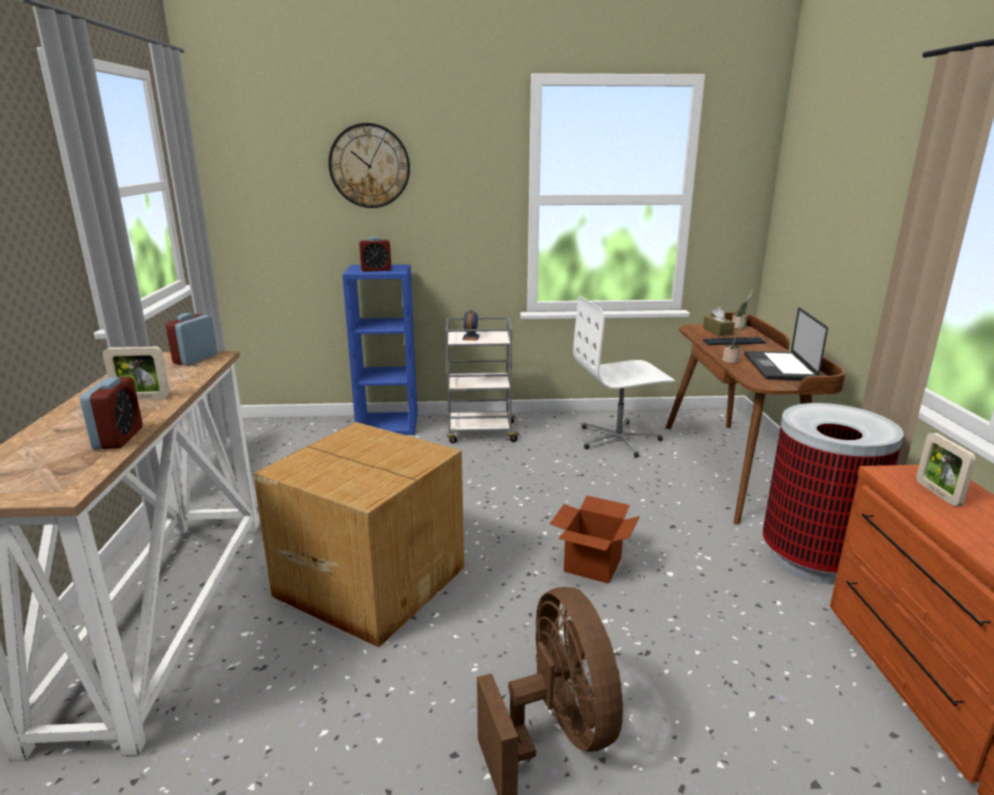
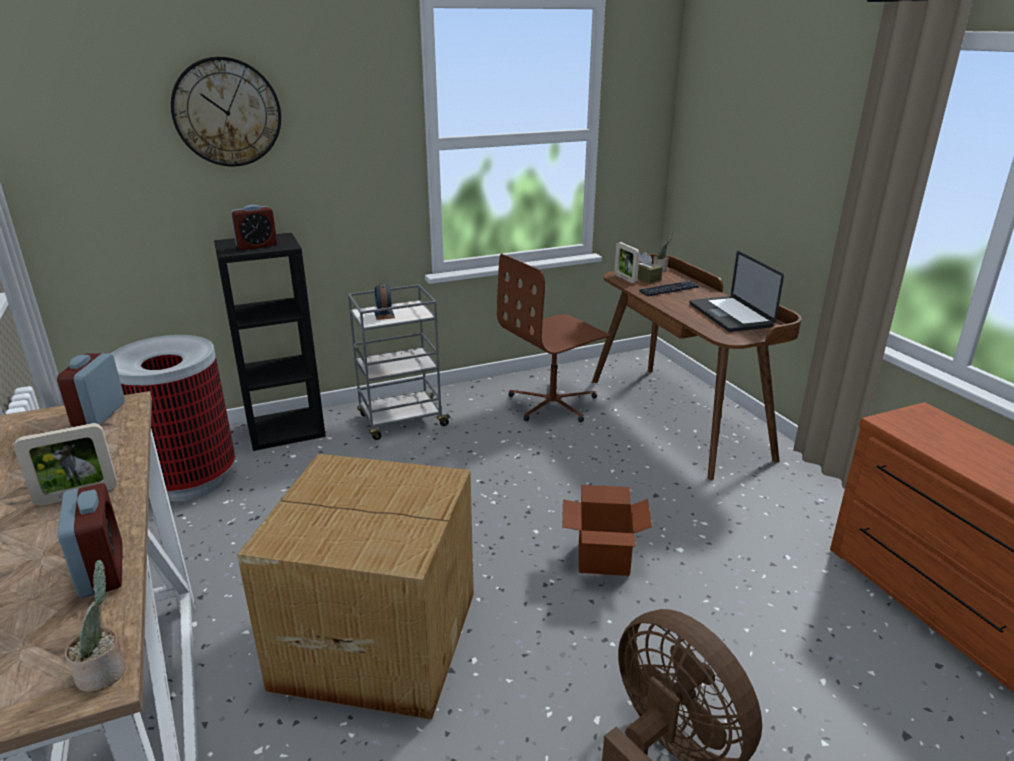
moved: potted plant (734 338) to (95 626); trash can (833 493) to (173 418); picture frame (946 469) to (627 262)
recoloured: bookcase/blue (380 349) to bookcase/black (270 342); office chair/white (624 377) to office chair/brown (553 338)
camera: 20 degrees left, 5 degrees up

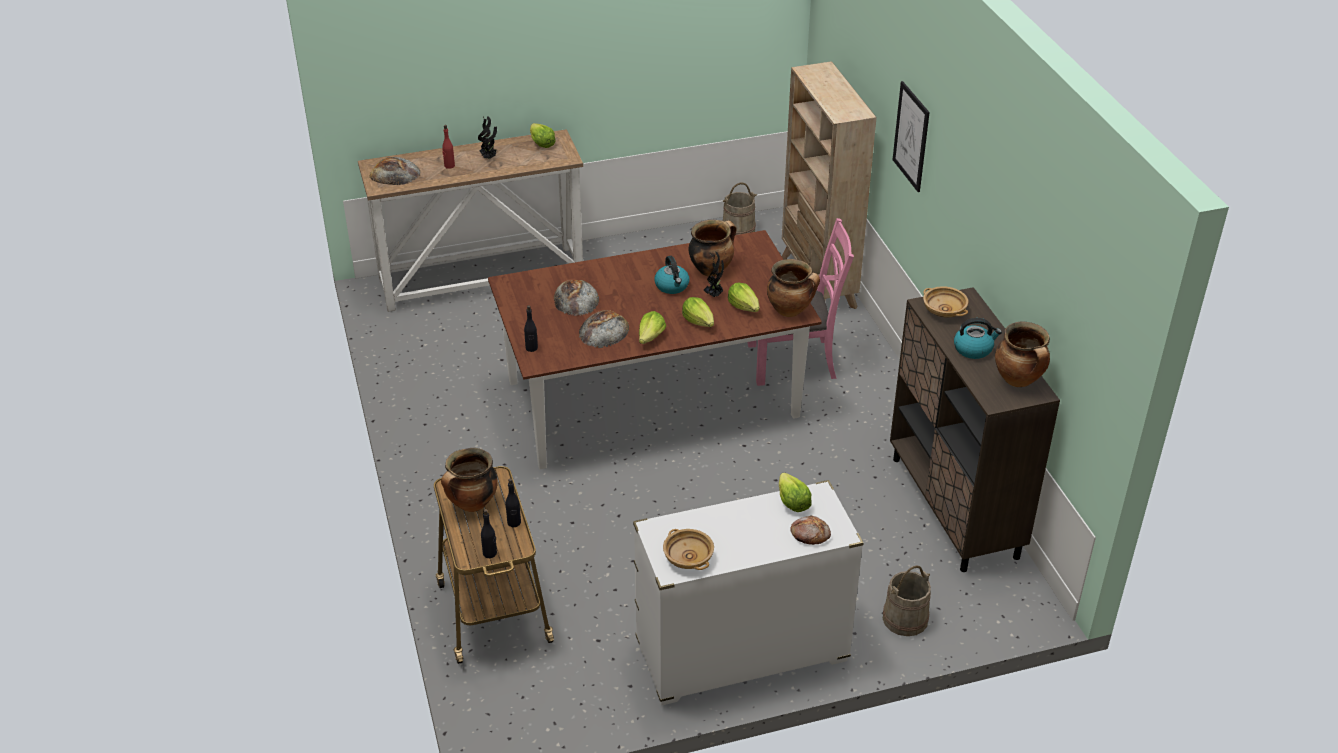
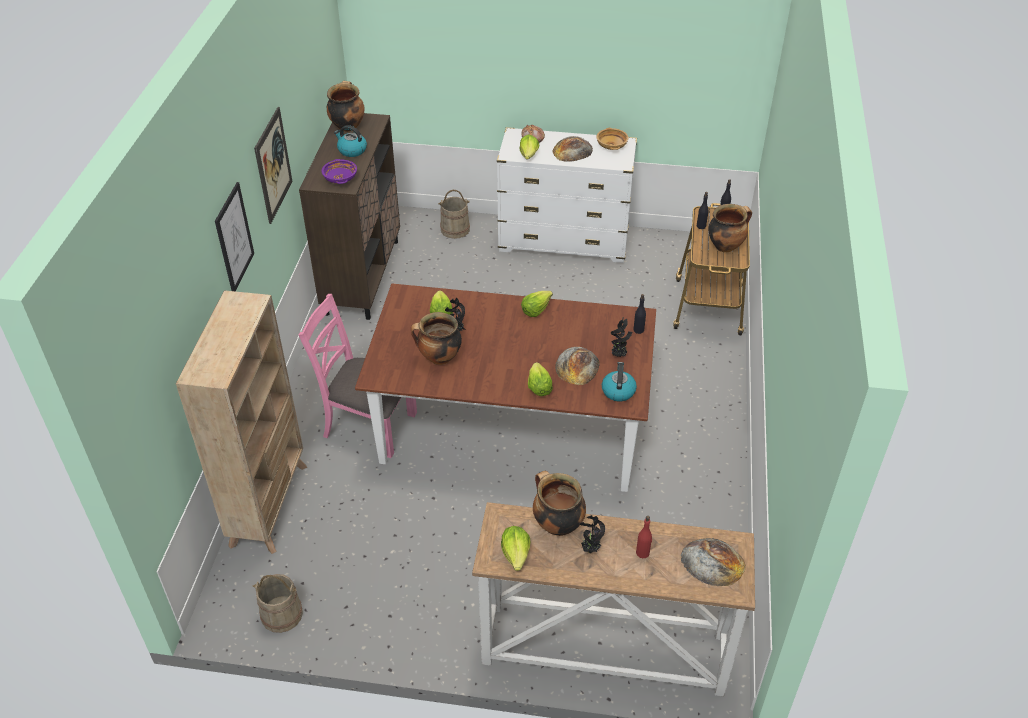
added: picture (273 165); potted plant (621 337)
moved: bread (604 329) to (572 148); kettle (672 275) to (619 381); lettuce (698 312) to (540 379); cooking pot (793 288) to (559 503)
recoloured: bowl/beige (946 302) to bowl/purple (339 171)
camera: 155 degrees left, 5 degrees up

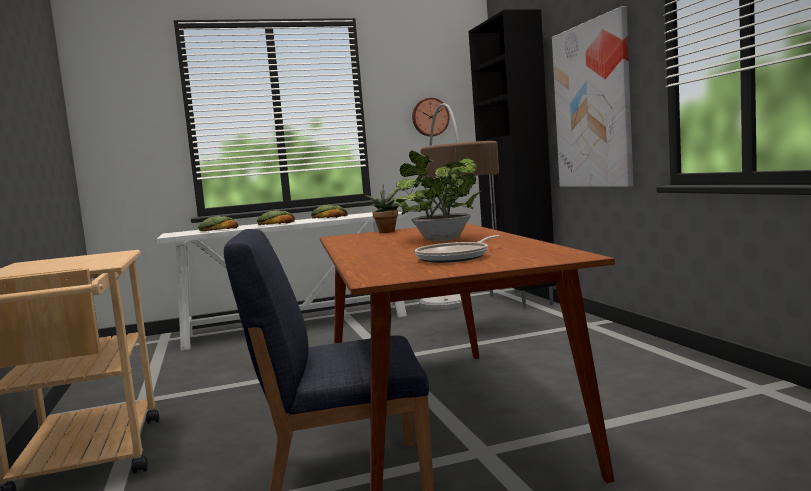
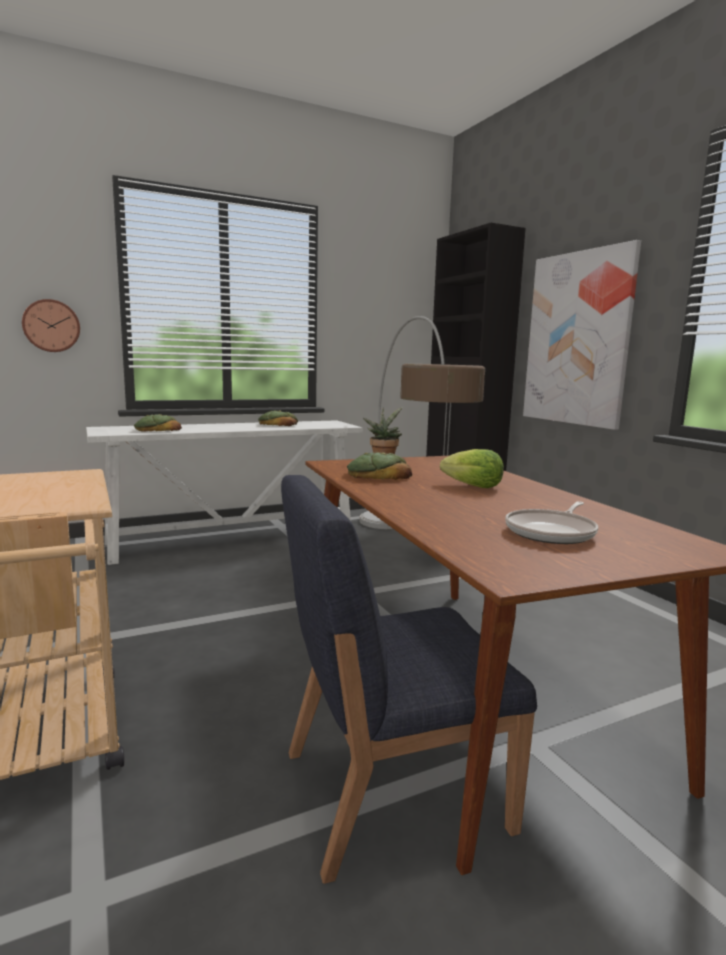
moved: bread (276 217) to (379 466); wall clock (431 117) to (51 325)
replaced: potted plant (437 196) to lettuce (472 468)
camera: 10 degrees left, 5 degrees up

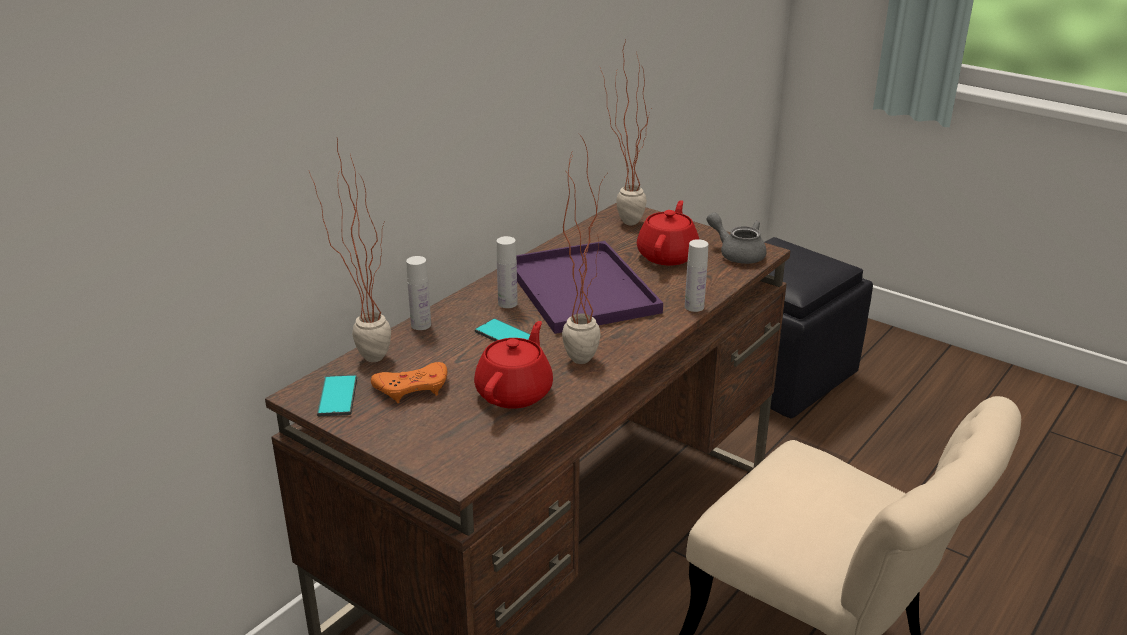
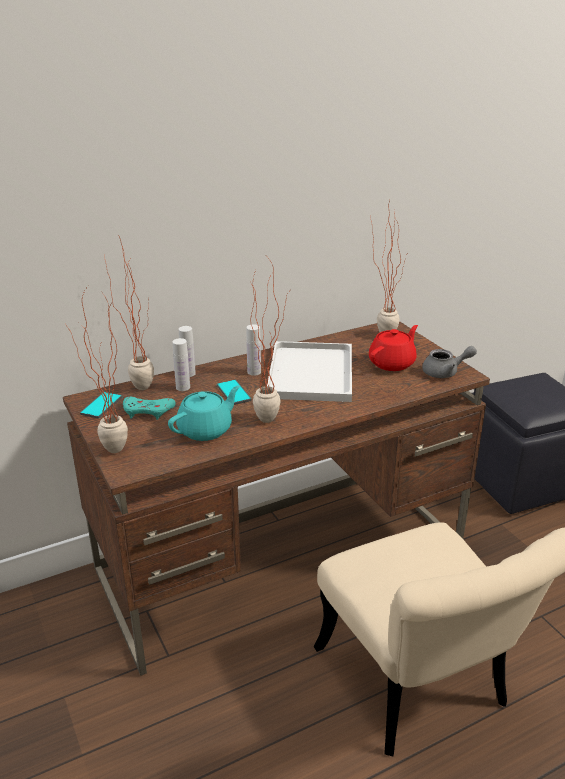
added: potted plant (97 369)
moved: bottle/white (696 275) to (181 364)
recoloured: game controller/orange (409 382) to game controller/turquoise (149 408); teapot/red (513 364) to teapot/turquoise (204 413); tray/purple (589 287) to tray/white (309 371)
turned: teapot/grey (736 238) = (449 362) 105 degrees clockwise
camera: 25 degrees right, 0 degrees up

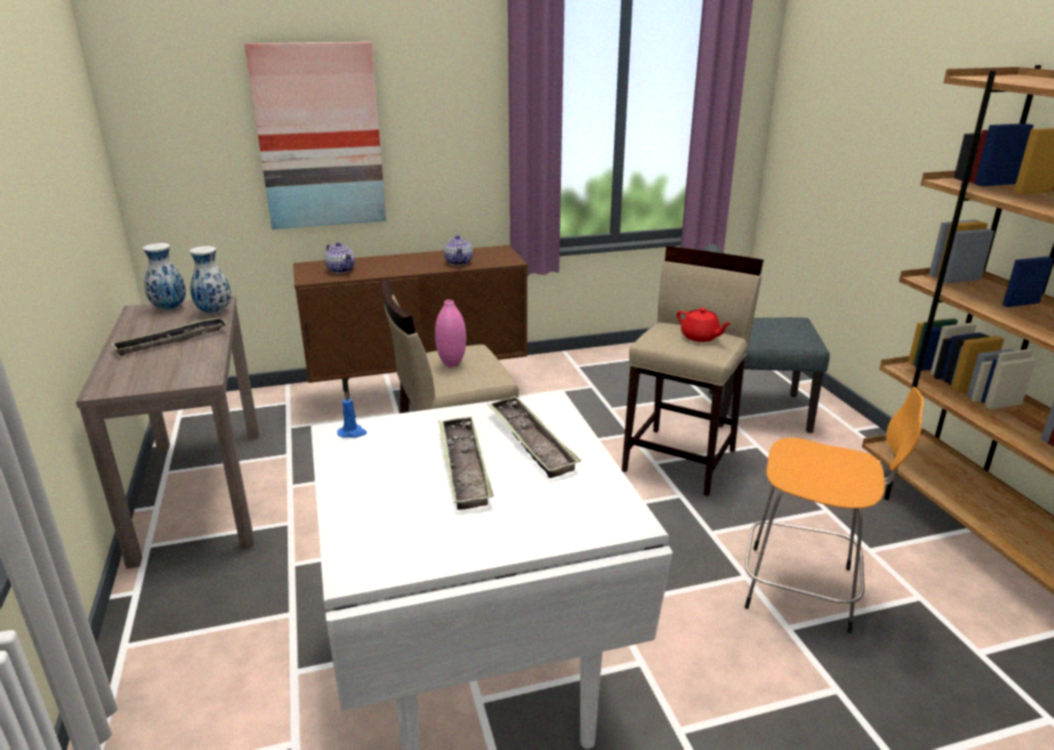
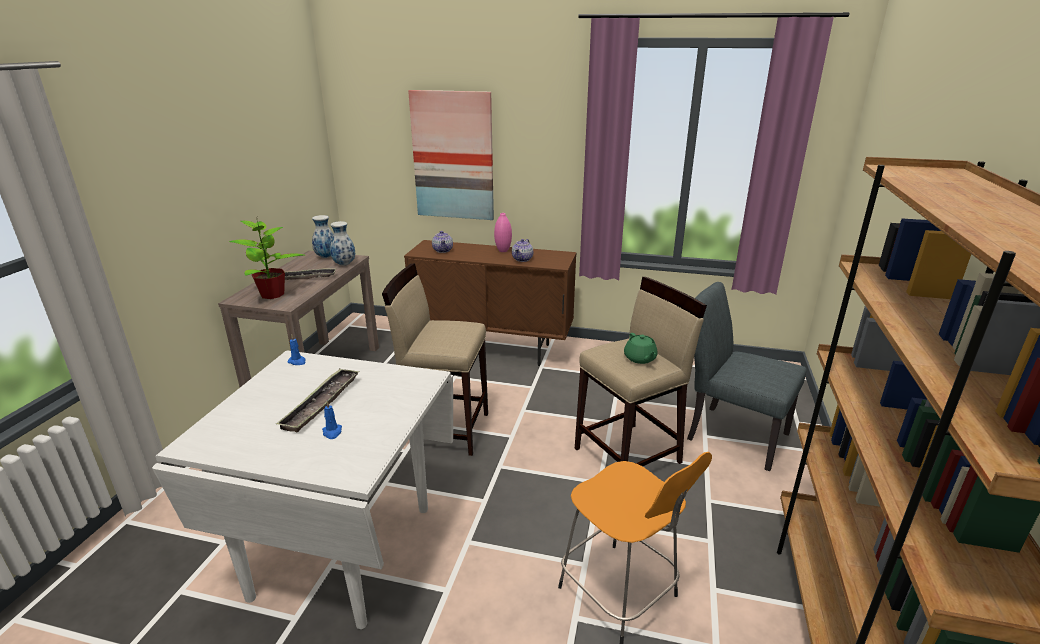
removed: tray (534 437)
added: potted plant (266 260); candle/blue (332 420)
moved: vase/pink (450 333) to (503 232)
recoloured: teapot/red (704 325) to teapot/green (641 348)
camera: 30 degrees right, 0 degrees up

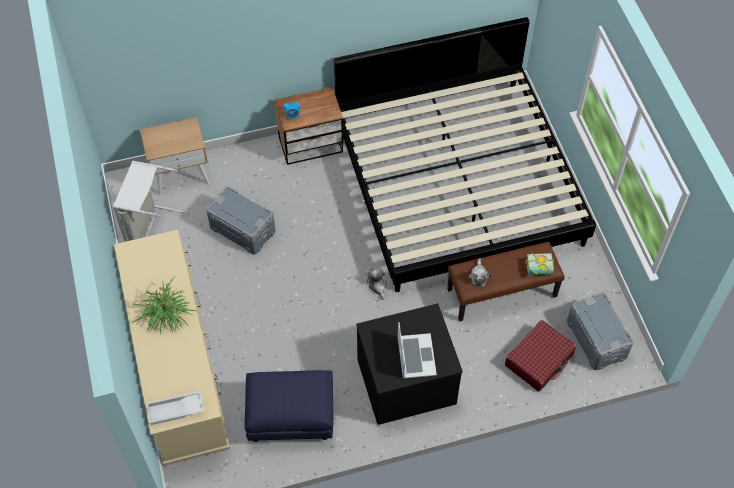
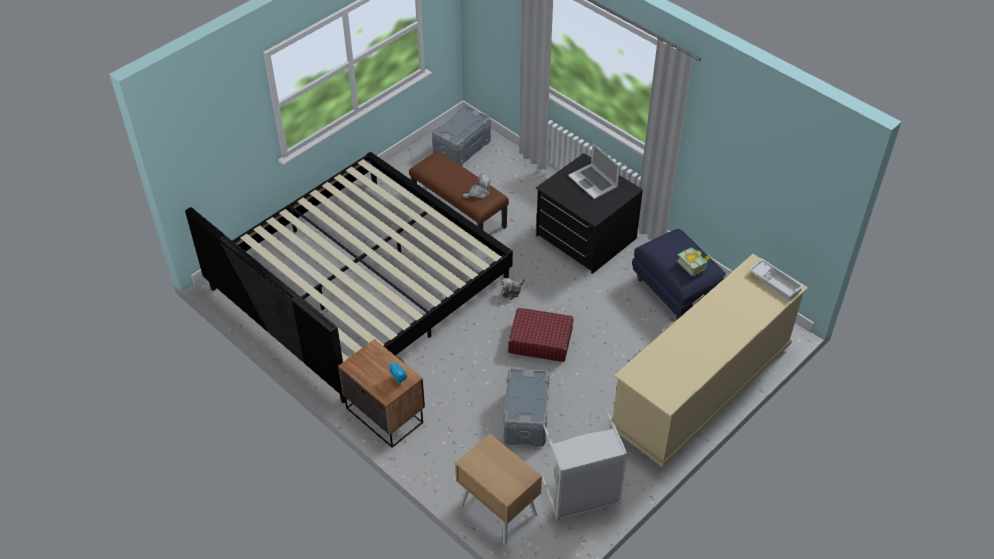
removed: potted plant (164 305)
moved: suitcase/red (540 356) to (541 335); book (539 264) to (694 262)
turned: laptop (417 350) = (594 171) 90 degrees counterclockwise
camera: 120 degrees left, 10 degrees down

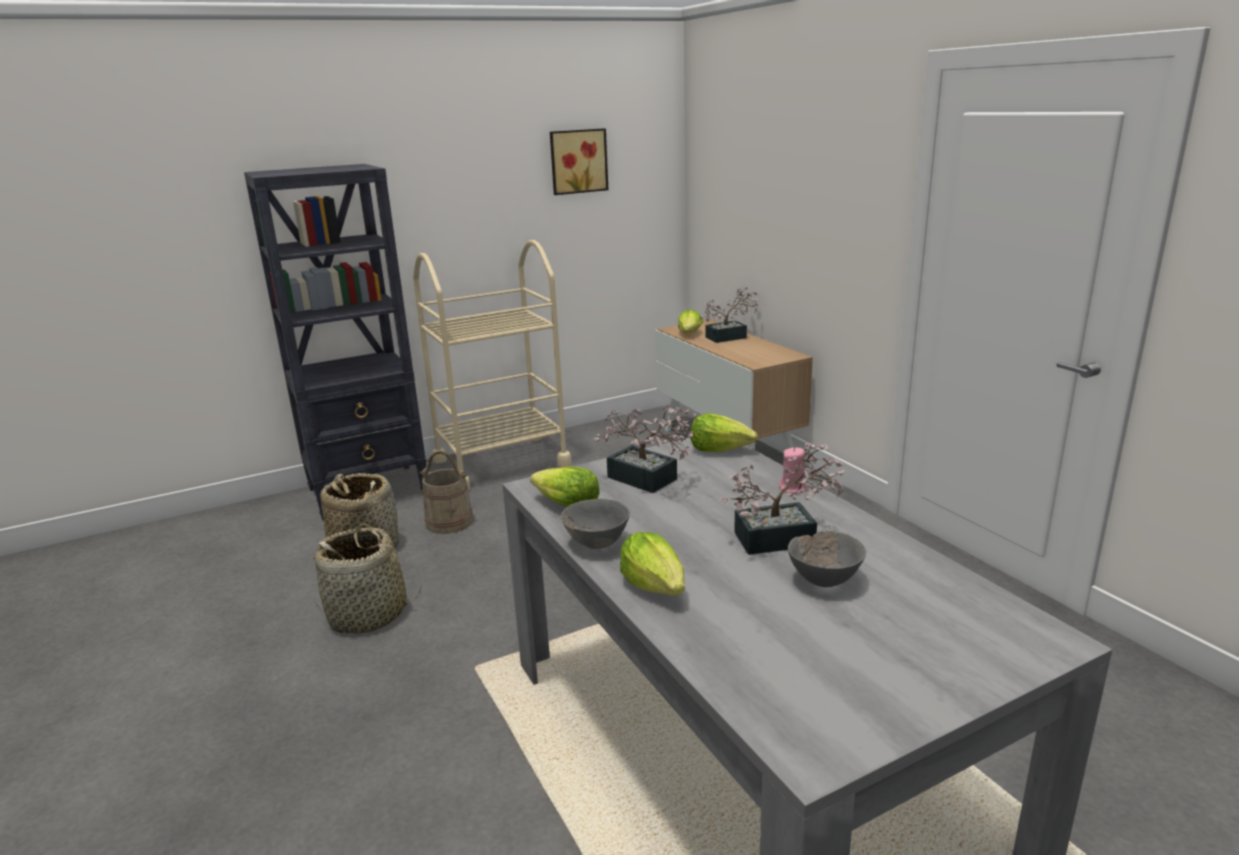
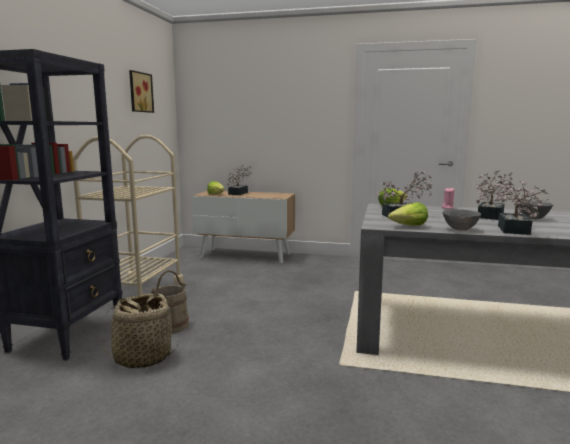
removed: basket (365 578)
replaced: lettuce (652 564) to potted plant (521 208)
camera: 50 degrees left, 10 degrees down

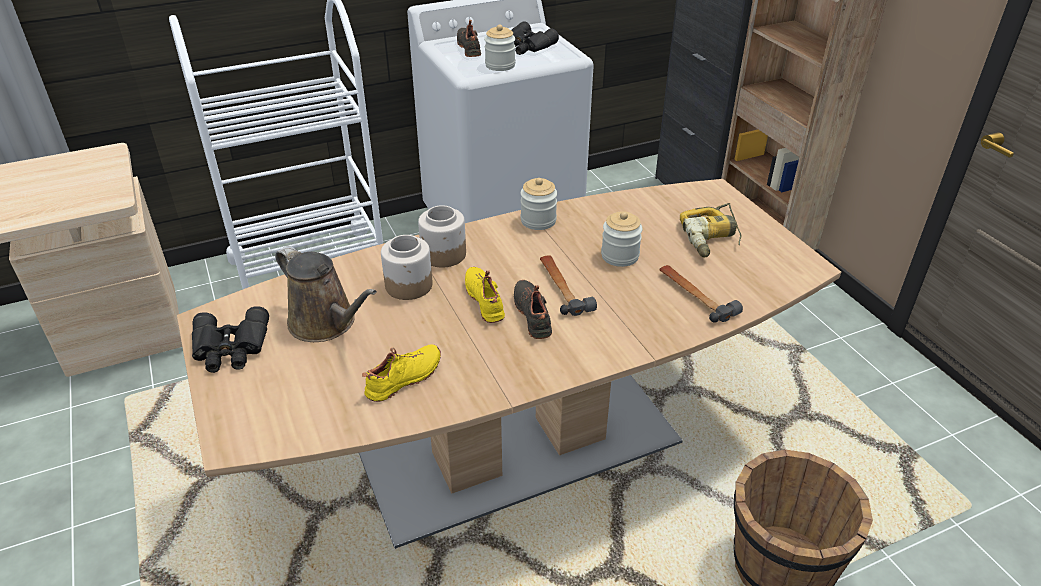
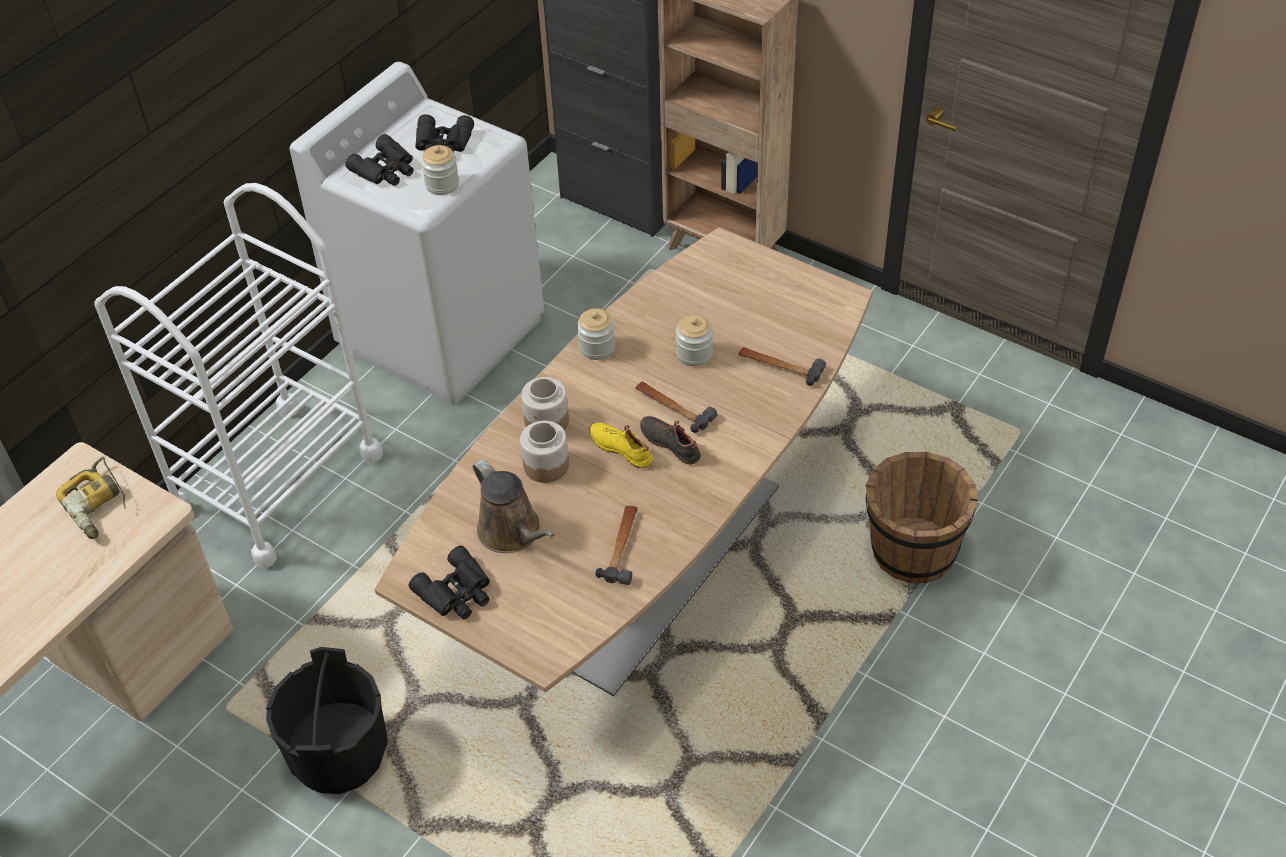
added: bucket/black (326 720)
moved: power drill (710 230) to (91 498)
replaced: shoe/yellow (401 373) to hammer (616 545); shoe/black (469 38) to binoculars/black (379 160)
turned: watering can/brown (326 294) = (514 506) 45 degrees clockwise
camera: 30 degrees left, 10 degrees up

